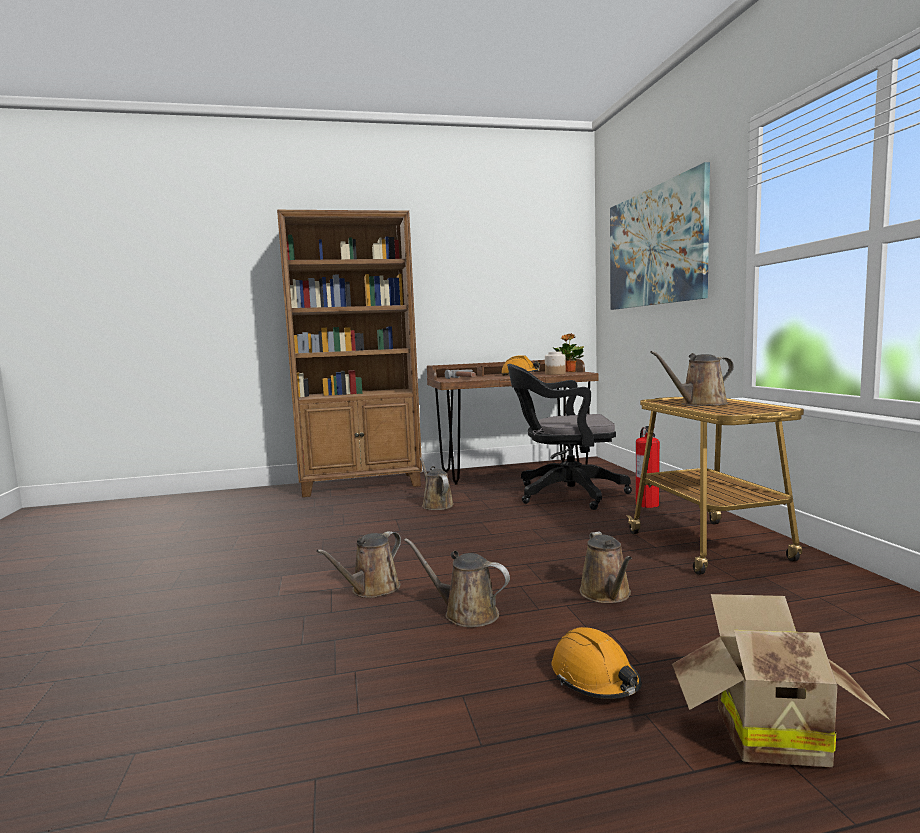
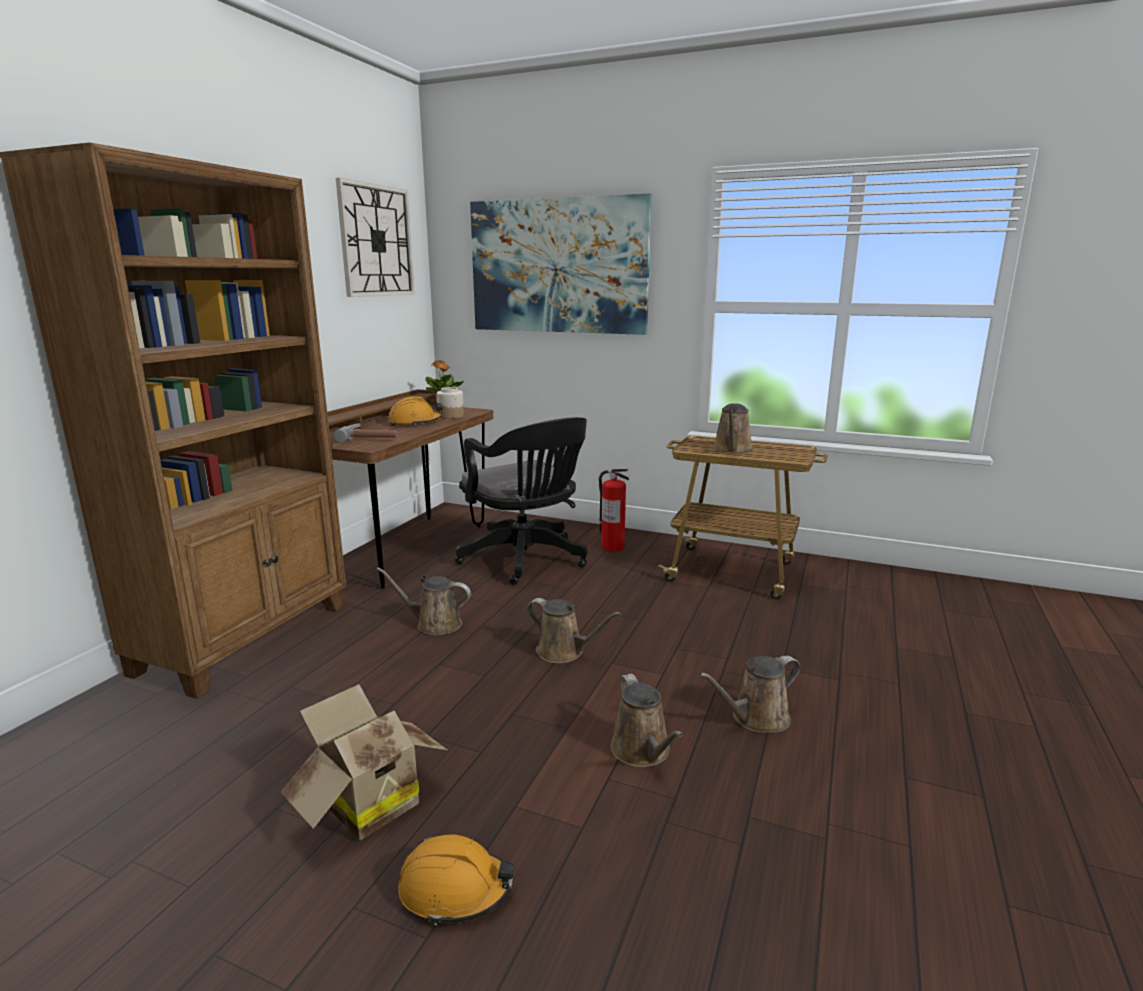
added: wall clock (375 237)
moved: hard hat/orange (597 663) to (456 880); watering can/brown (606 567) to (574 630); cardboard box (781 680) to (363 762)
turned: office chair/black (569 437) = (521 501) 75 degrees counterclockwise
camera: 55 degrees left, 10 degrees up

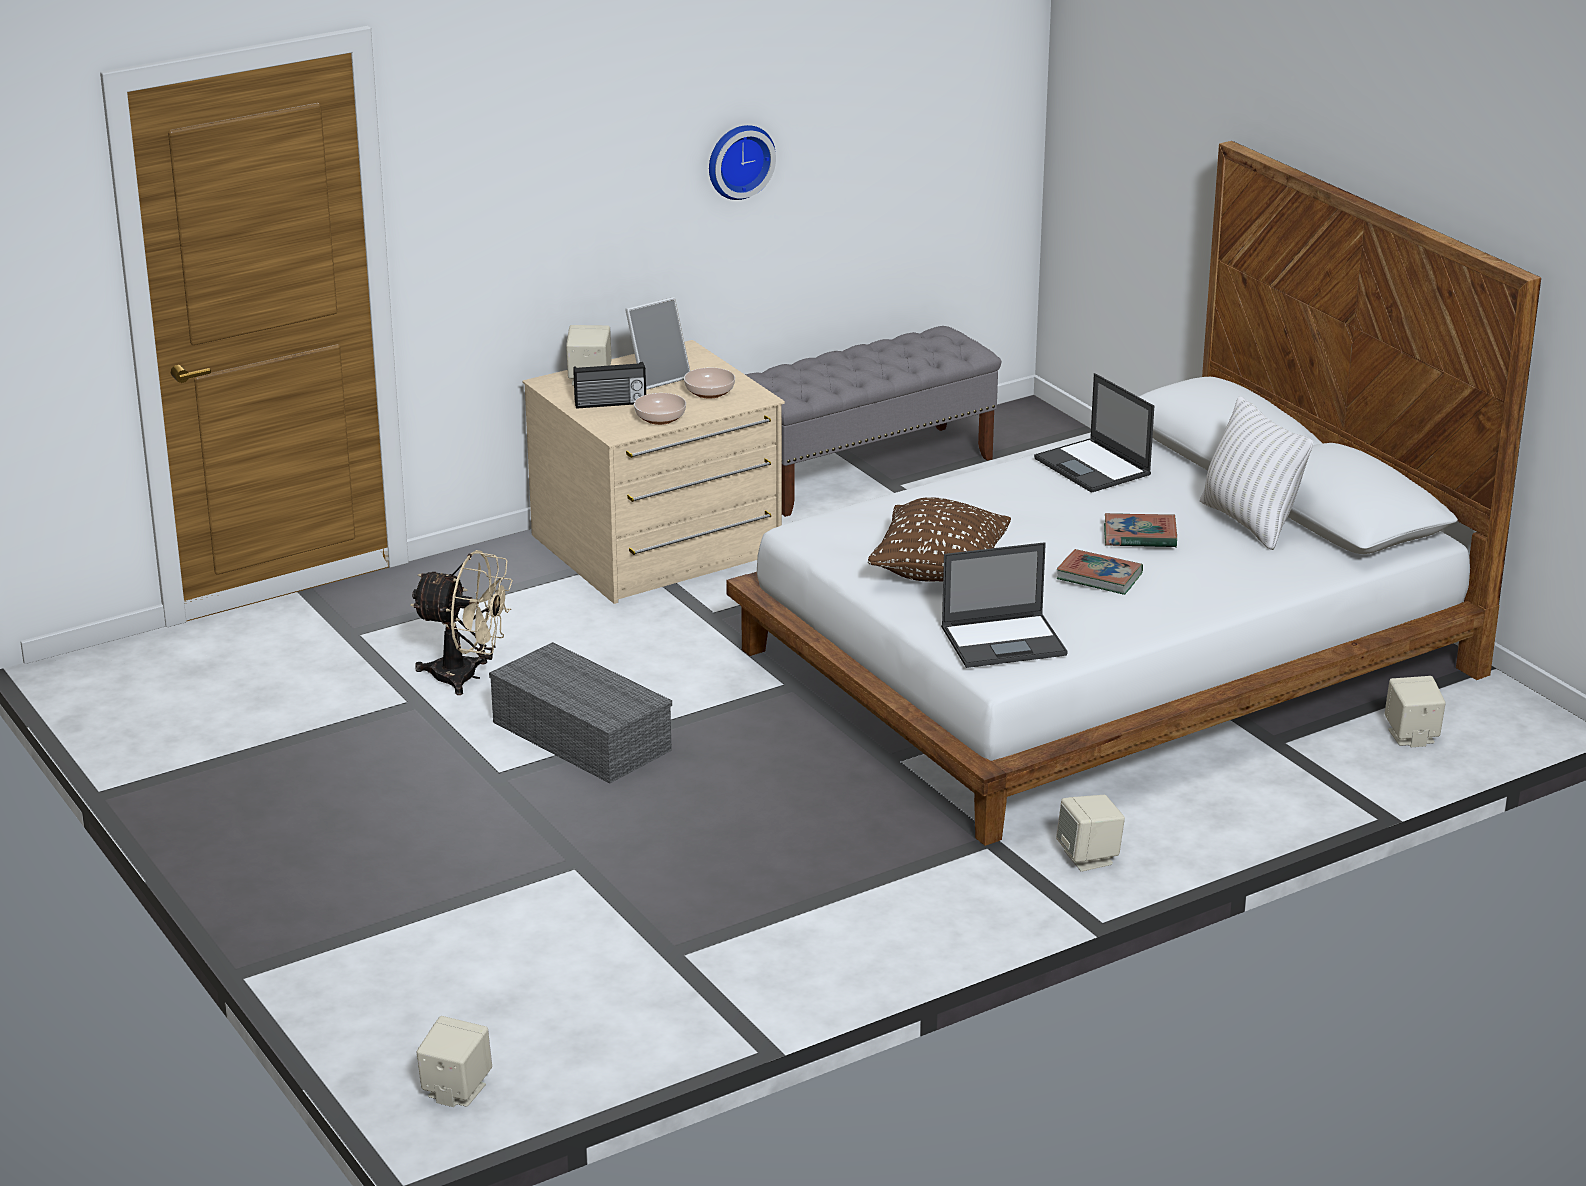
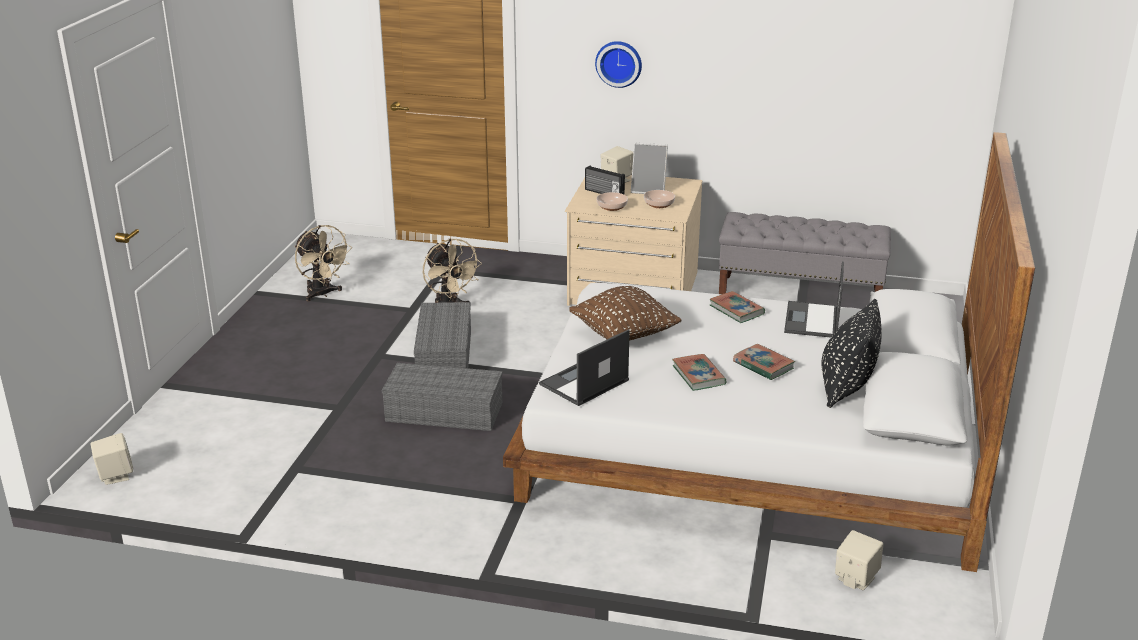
removed: speaker/beige (1090 833)
added: fan/beige (323 263); storage box/grey (442 397); book (737 307)
moved: wall clock (742 162) to (618 64)
recoloured: pillow/white (1256 473) to pillow/black (852 353)
turned: laptop (1004 605) = (584 367) 105 degrees clockwise
camera: 45 degrees right, 0 degrees up

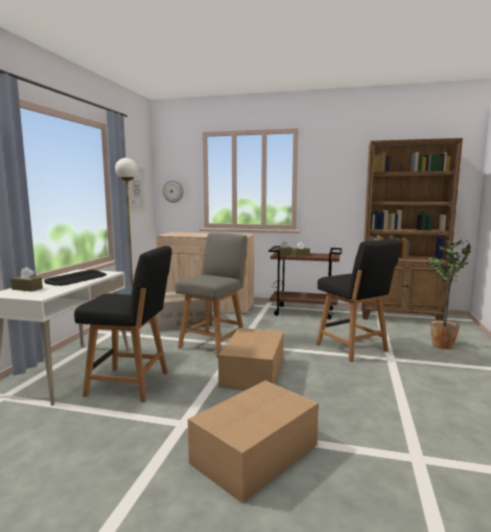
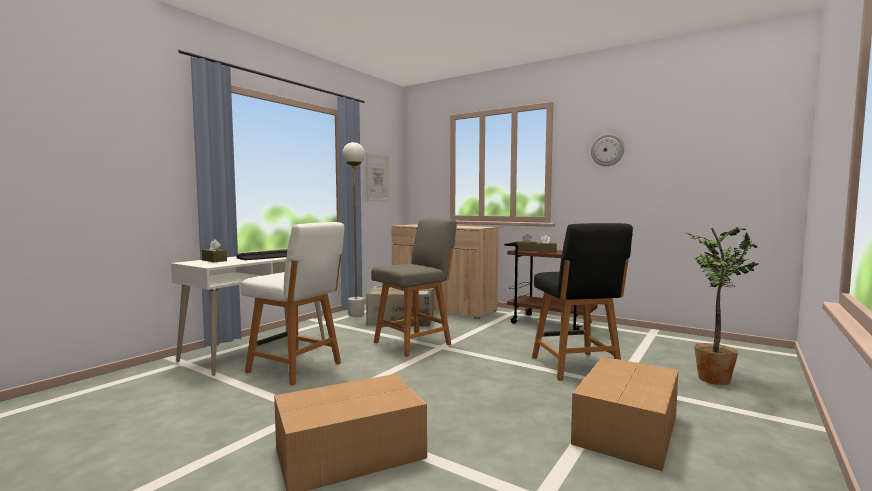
removed: bookcase/brown (412 229)
moved: wall clock (173 191) to (607 150); cardboard box (251 359) to (624 414)
recoloured: chair/black (123 324) to chair/white (292 303)
camera: 20 degrees right, 5 degrees down

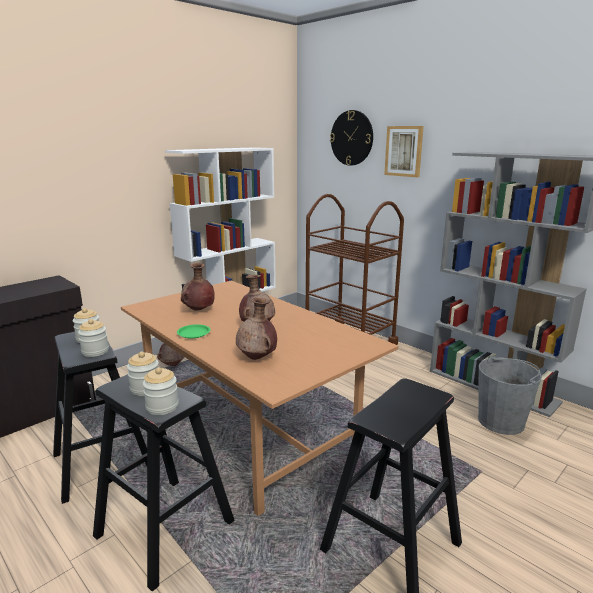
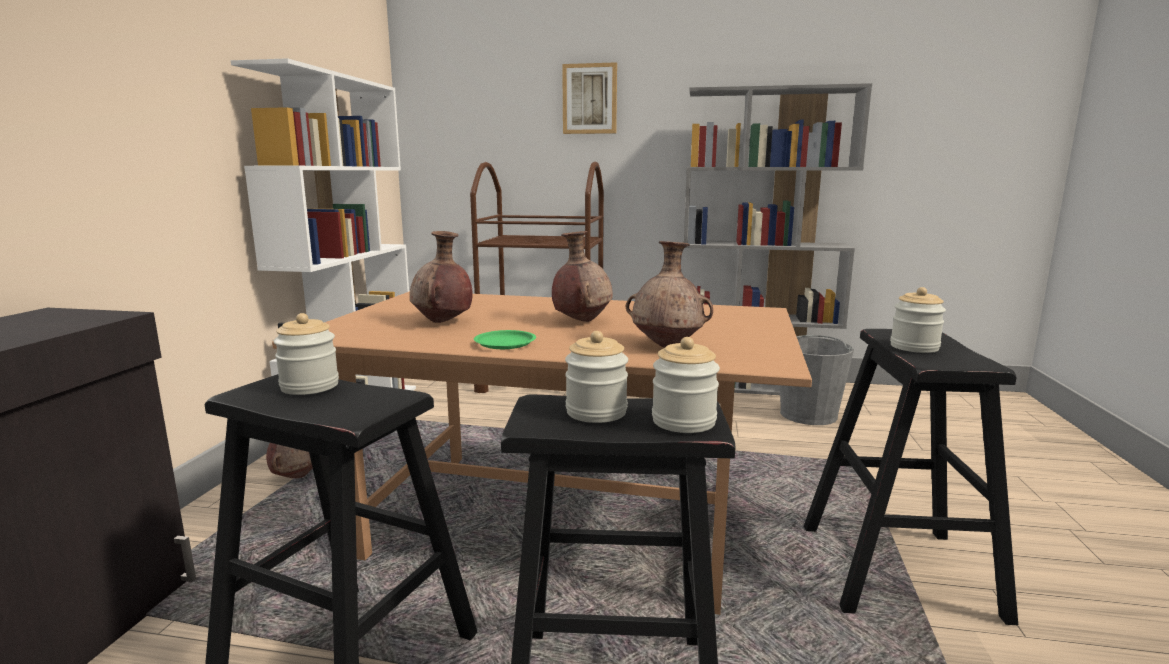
removed: wall clock (351 138)
moved: jar (93 338) to (918 320)
camera: 35 degrees left, 5 degrees down

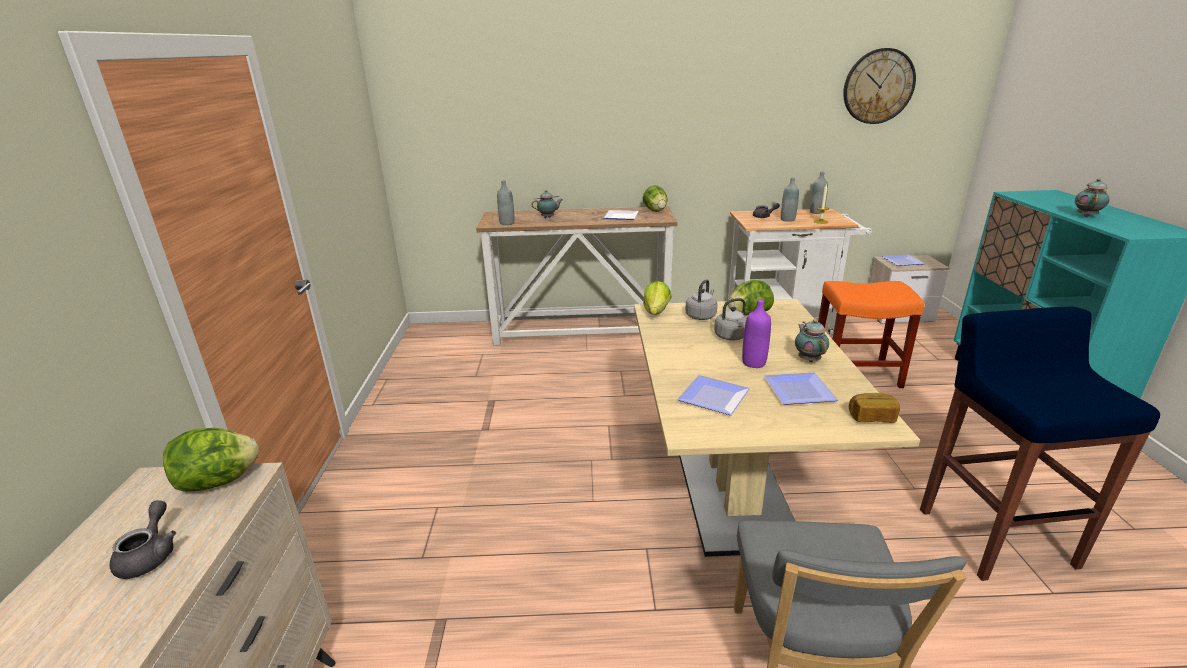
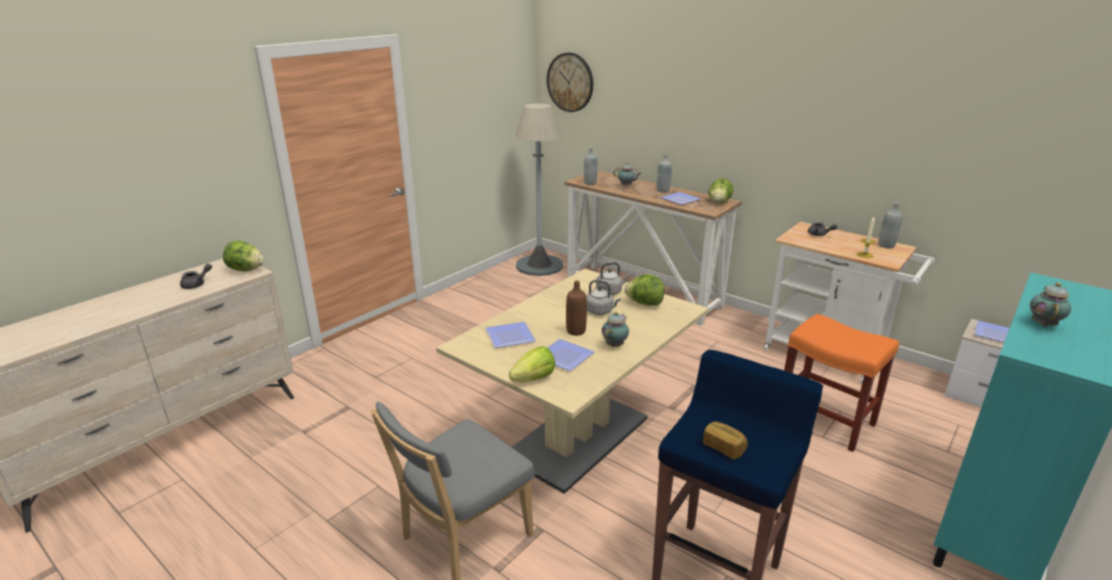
added: floor lamp/grey (539 189)
moved: lettuce (657 298) to (532 364); bottle/grey (790 200) to (664 173); wall clock (879 86) to (570 82); bread (874 408) to (725 440)
recoloured: bottle/purple (756 333) to bottle/brown (576 308)
turned: teapot (1092 197) = (1050 304) 45 degrees counterclockwise
camera: 40 degrees right, 0 degrees up

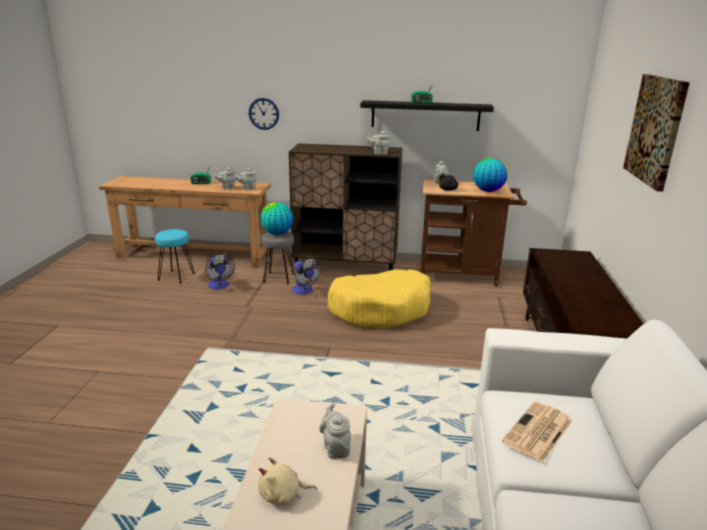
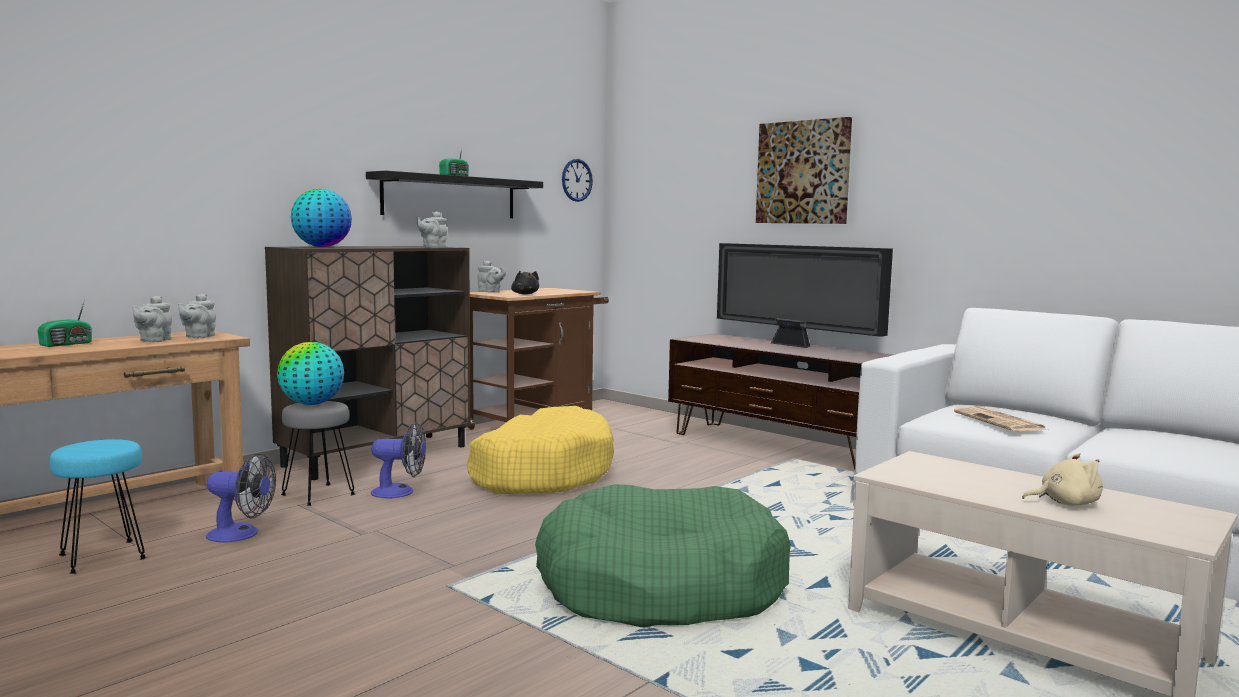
removed: teapot/grey (335 431)
added: dog bed/green (663 555); television (805 295)
moved: wall clock (264 114) to (577 180); globe (490 175) to (321 217)
turned: plush toy/beige (288 481) = (1062 479) 120 degrees counterclockwise
camera: 55 degrees left, 15 degrees down

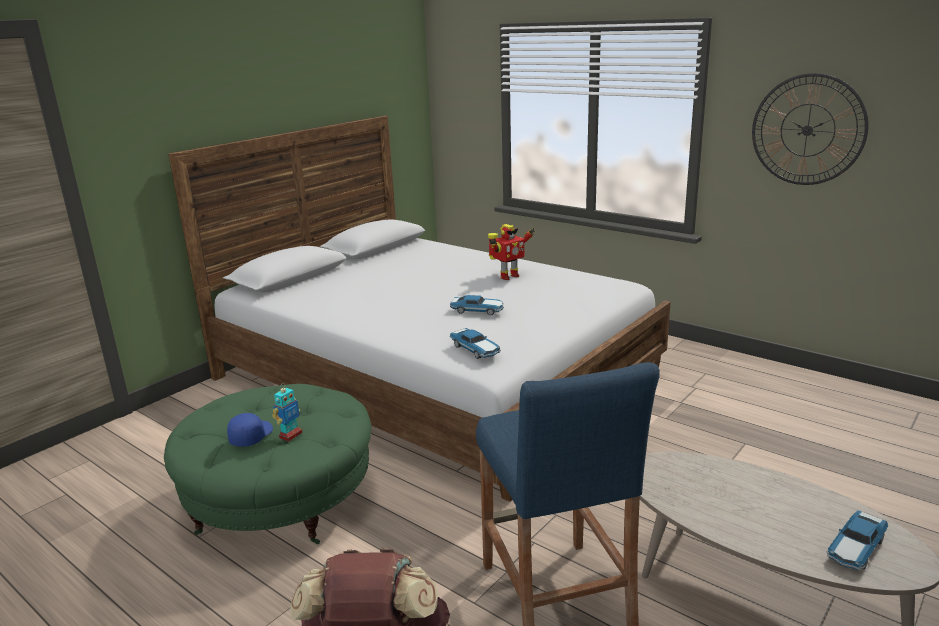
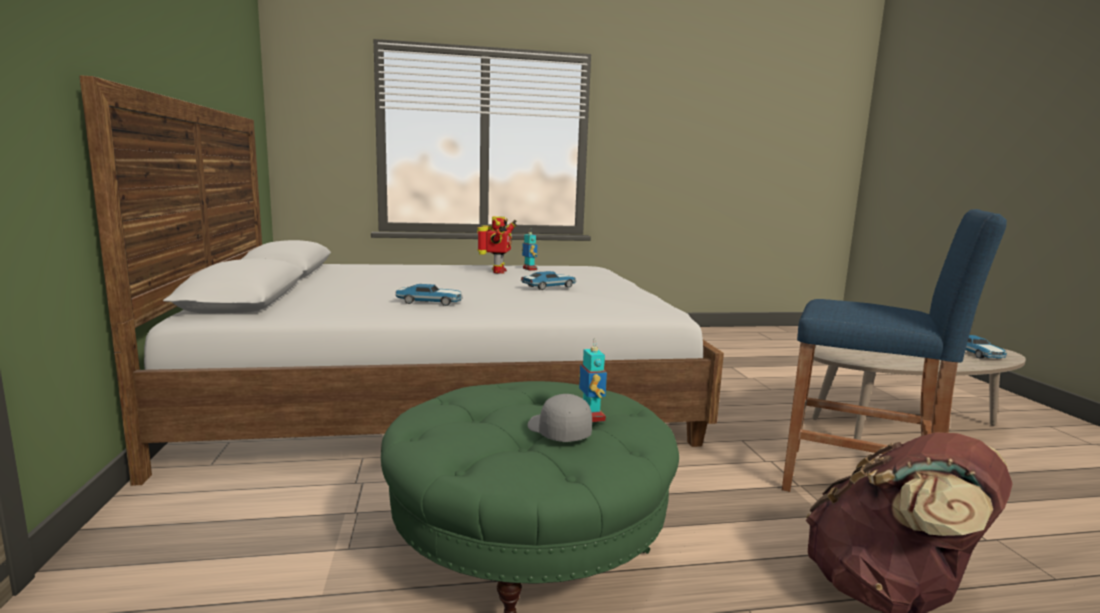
removed: wall clock (810 129)
added: toy robot (529 251)
moved: toy car (475 343) to (429 295)
recoloured: cap/blue (250 430) to cap/grey (560 418)
camera: 50 degrees left, 10 degrees down

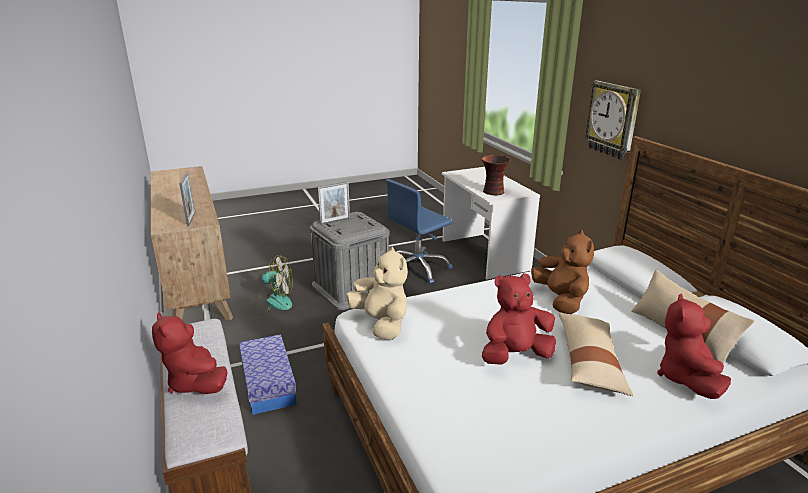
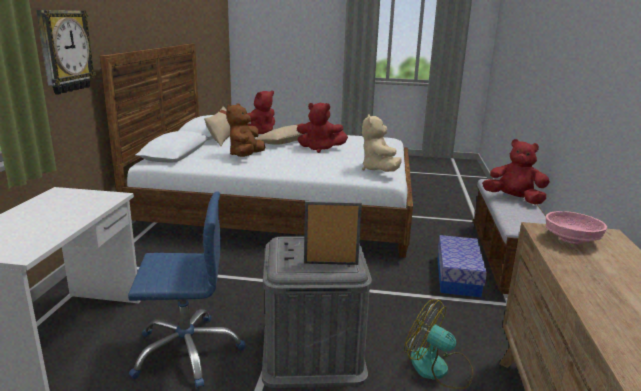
removed: vase (495 175)
replaced: picture frame (187 199) to bowl/pink (576 227)
turned: plush toy/red (190 353) = (516 171) 60 degrees counterclockwise
camera: 150 degrees left, 5 degrees down

